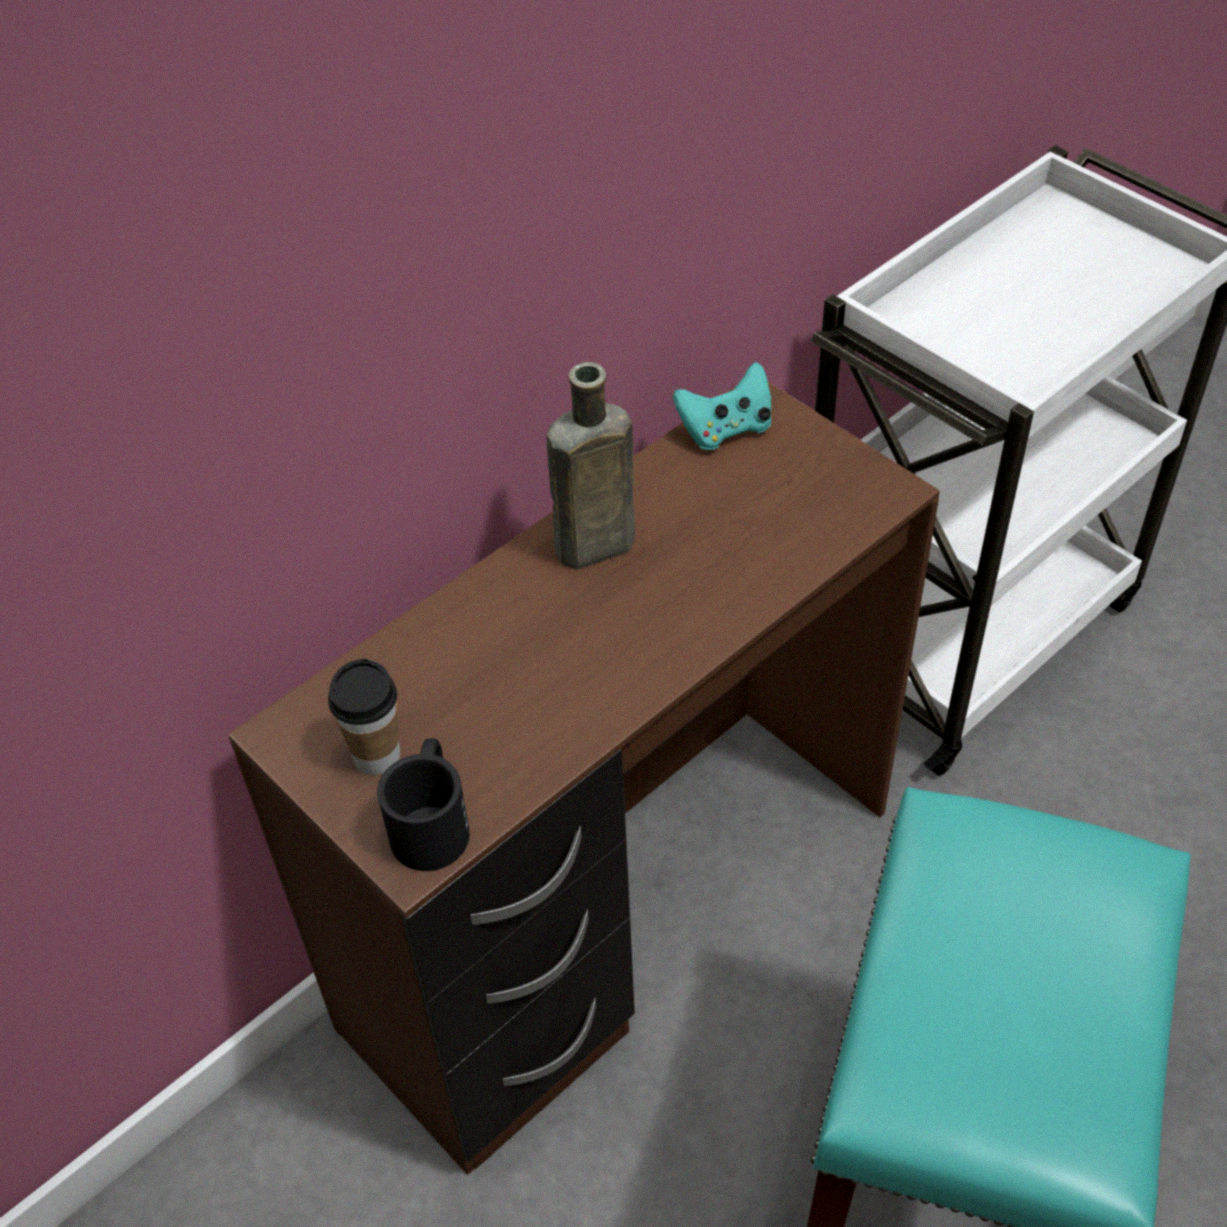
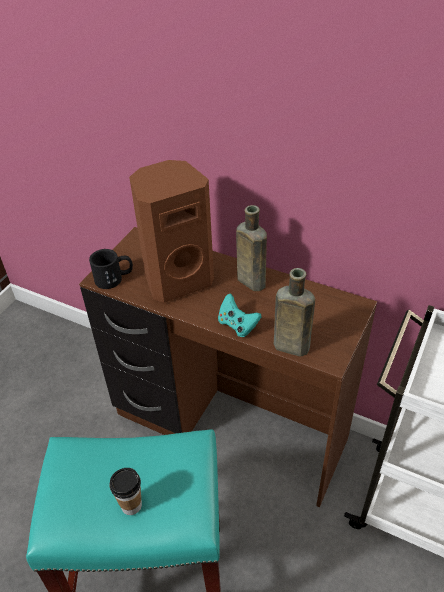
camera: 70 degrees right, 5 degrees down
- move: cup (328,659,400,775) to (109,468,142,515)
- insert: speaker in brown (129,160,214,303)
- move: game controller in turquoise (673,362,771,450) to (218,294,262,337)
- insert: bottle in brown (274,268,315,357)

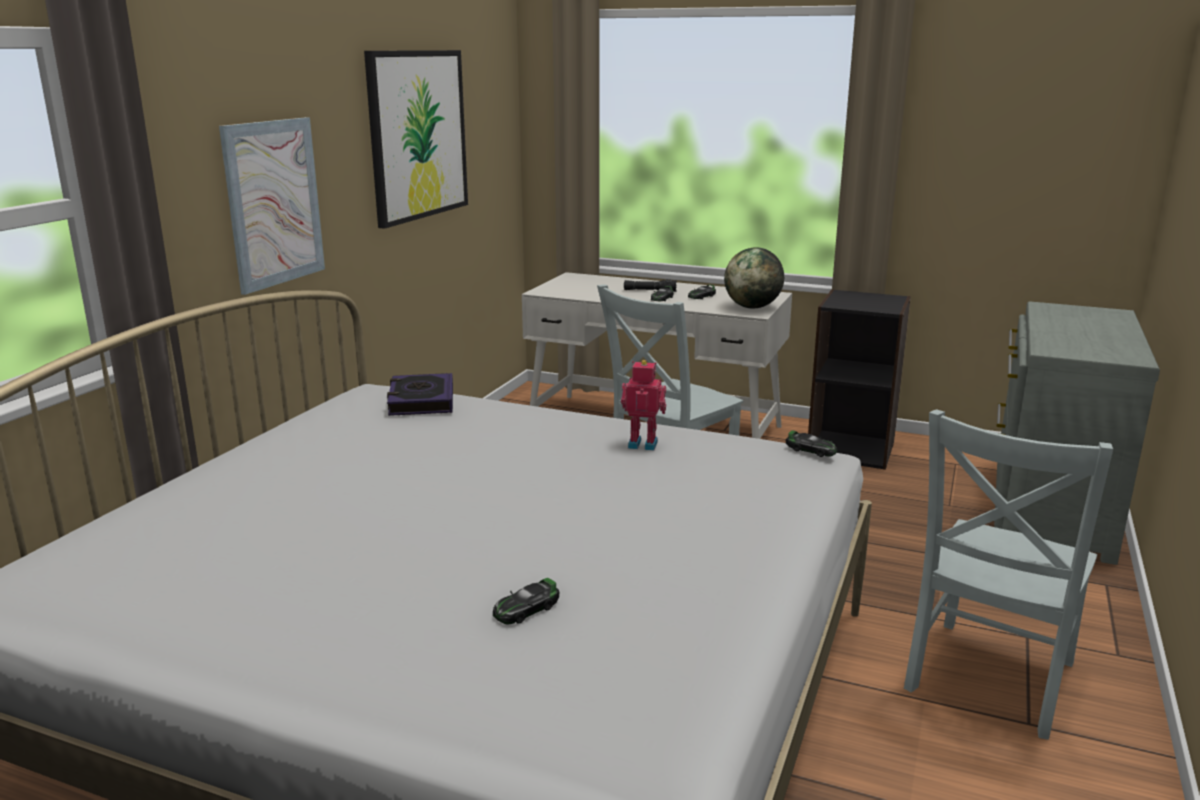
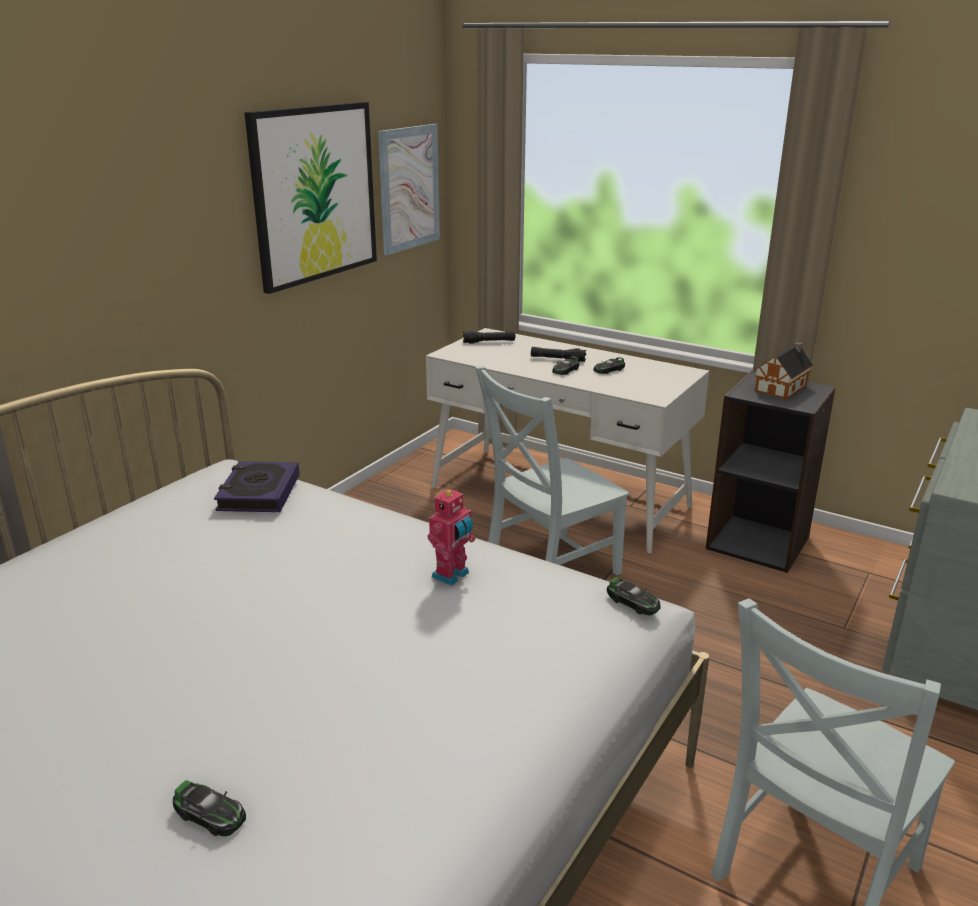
camera: 10 degrees right, 5 degrees up
- rotate: toy car (493,578,559,624) = (173,780,246,836) 120 degrees counterclockwise
- move: picture (219,117,325,295) to (378,124,440,255)
- rotate: toy robot (621,360,666,450) = (428,487,475,586) 105 degrees clockwise
- insert: flashlight in black (463,330,515,344)
- insert: toy house (754,342,813,399)
- delete: globe (724,247,784,308)

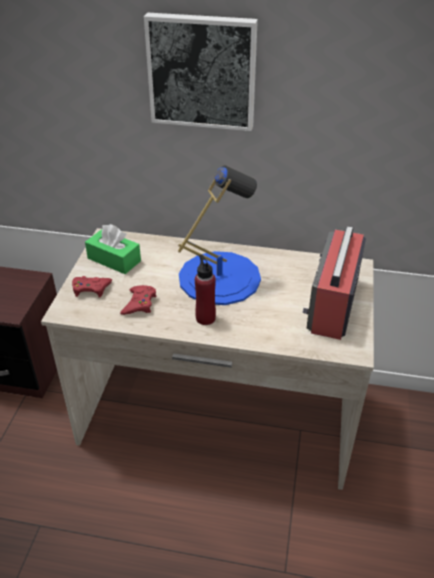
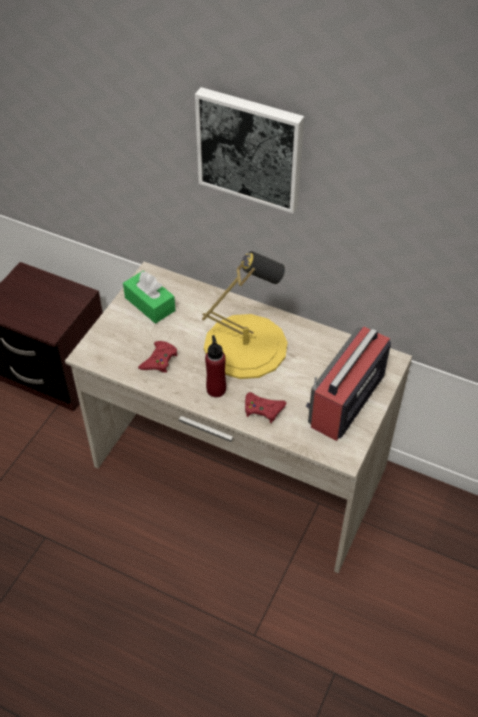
camera: 15 degrees right, 10 degrees up
- recolor: table lamp in blue (178,166,261,305) to table lamp in yellow (202,251,288,379)
- move: game controller in red (72,276,112,298) to (245,392,286,423)

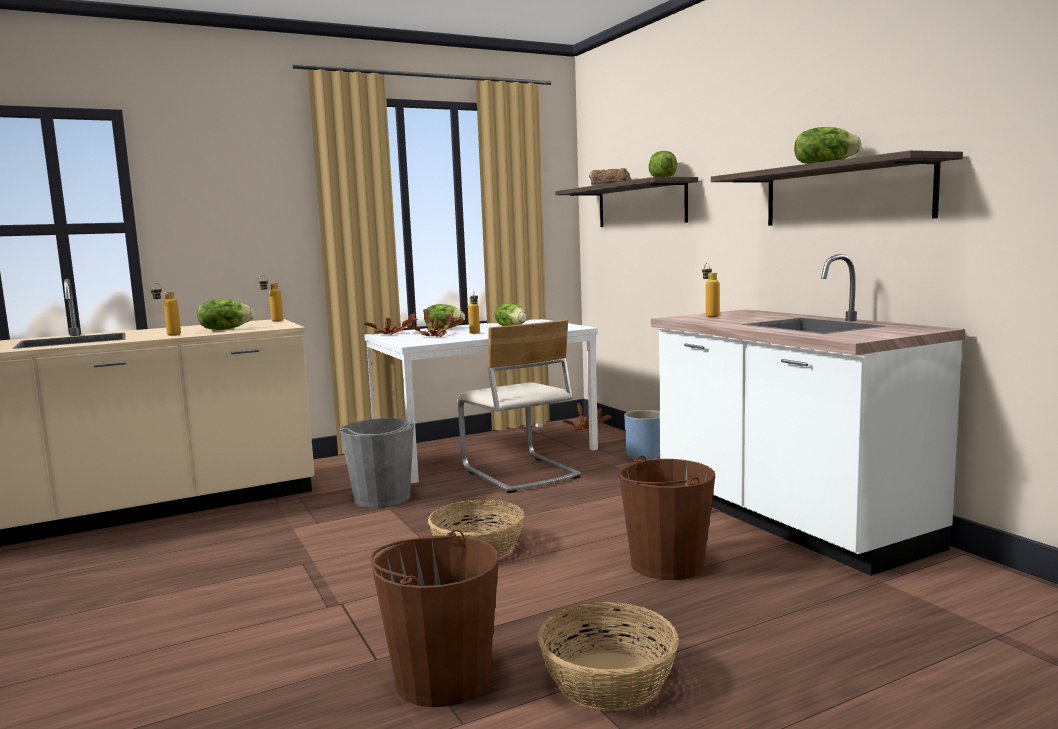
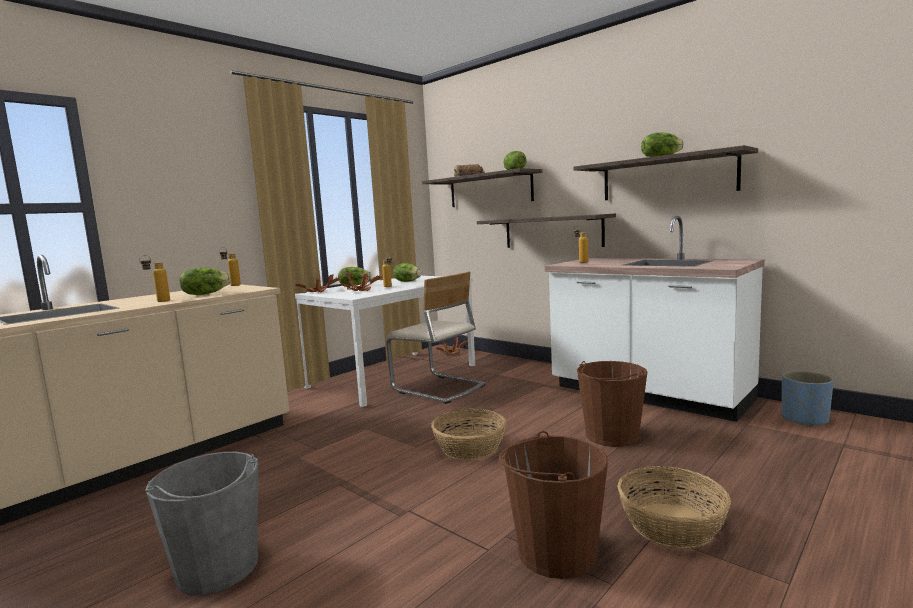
camera: 20 degrees left, 0 degrees up
- move: bucket in grey (340,418,414,508) to (145,452,259,595)
- insert: shelf (477,214,616,248)
- move: planter in blue (624,410,660,460) to (782,371,834,427)

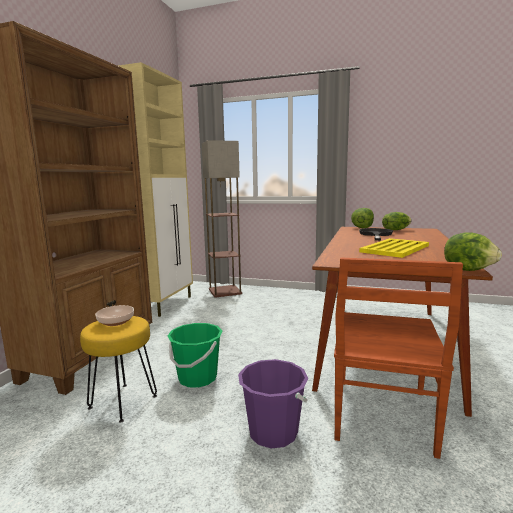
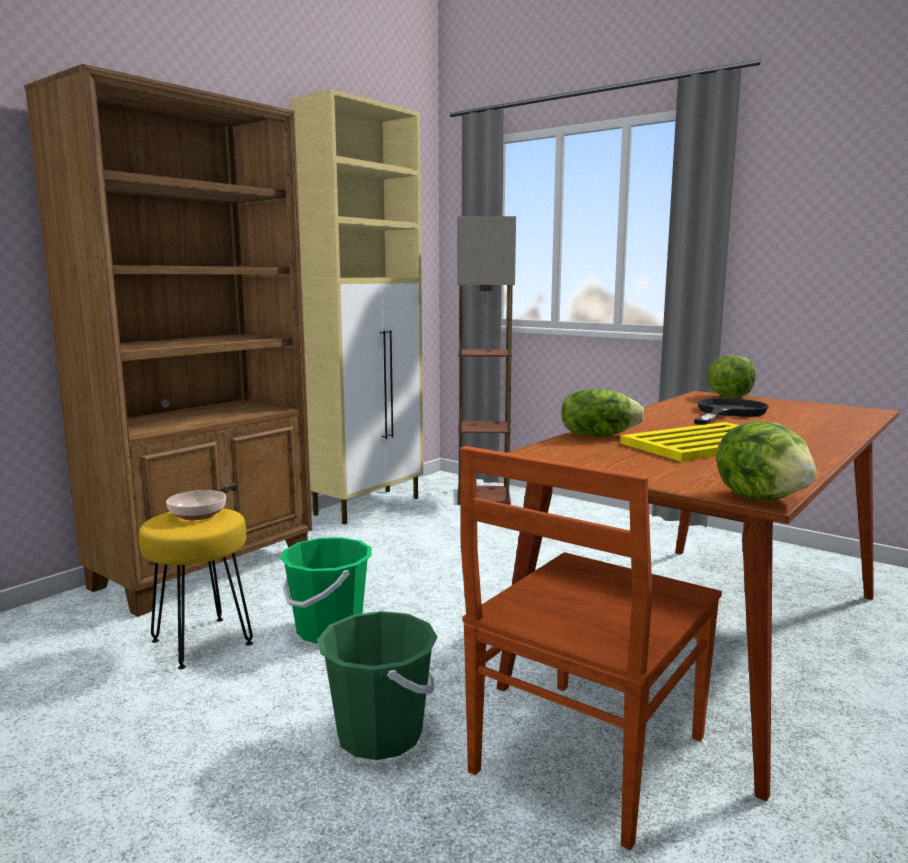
camera: 20 degrees right, 0 degrees up
- recolor: bucket in purple (238,359,308,449) to bucket in green (317,611,438,760)
- move: lettuce (382,212,412,230) to (561,389,644,436)

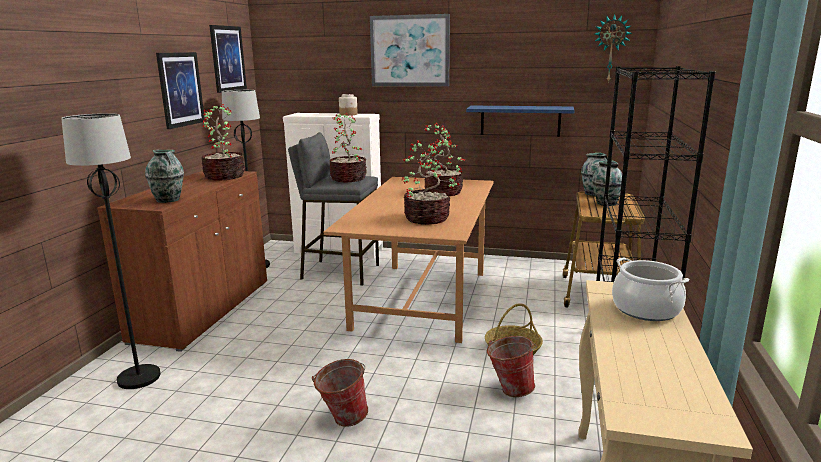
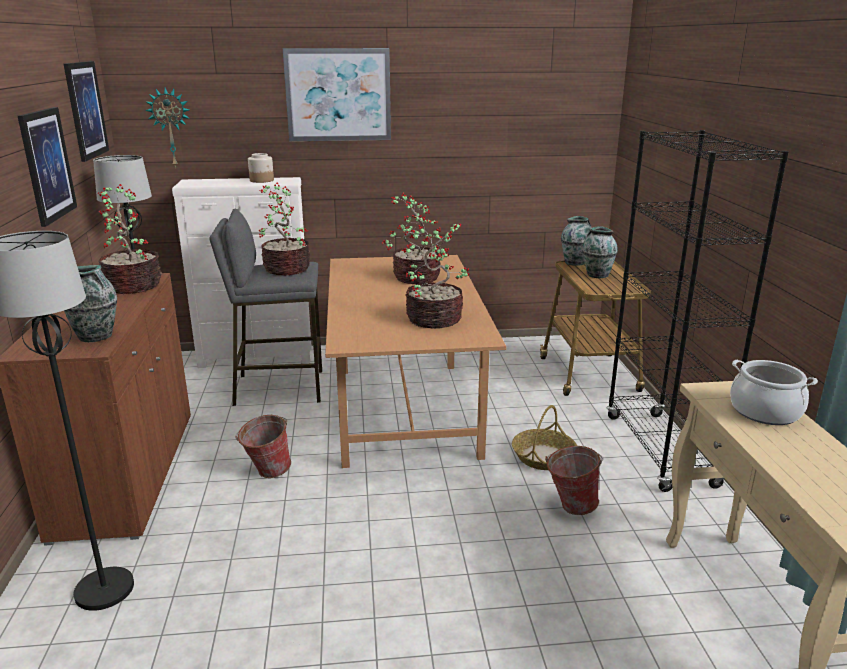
camera: 20 degrees left, 5 degrees up
- move: wall clock (595,14,632,82) to (145,88,190,169)
- move: bucket (312,359,368,427) to (235,415,291,478)
- delete: shelf in blue (466,106,575,137)

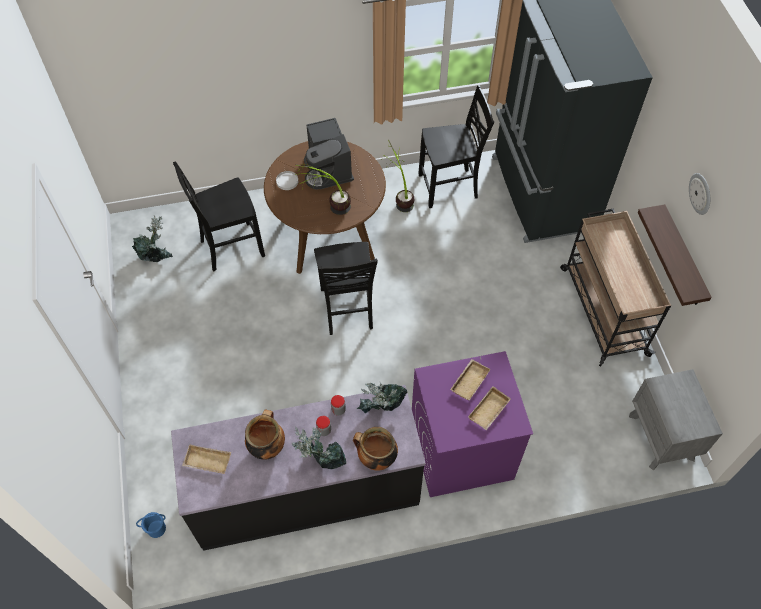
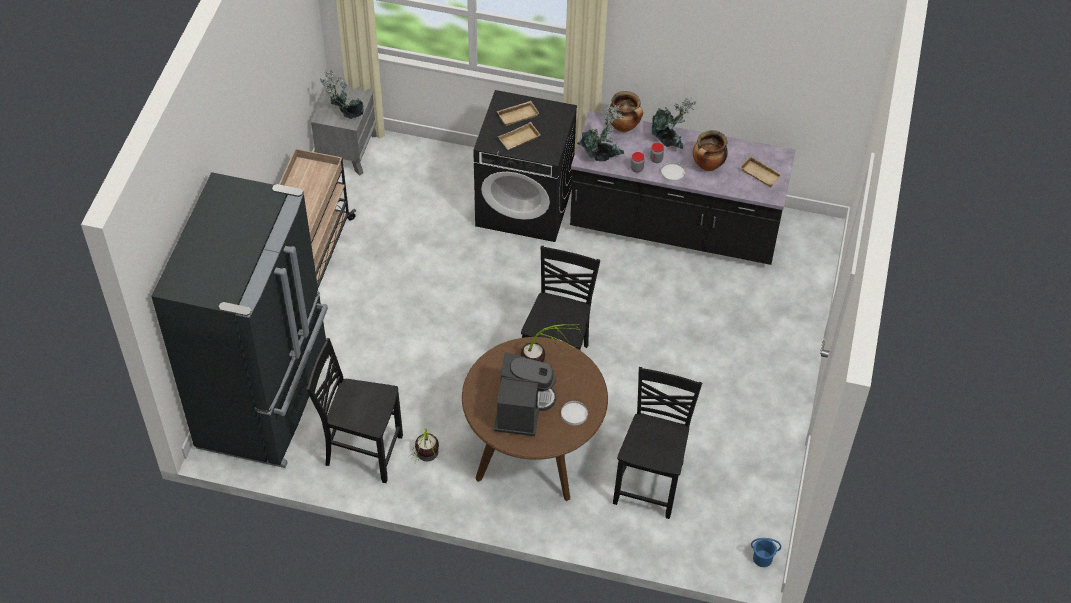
camera: 155 degrees left, 5 degrees down
- move: potted plant (132,215,173,262) to (320,70,364,119)
- recolor: washing machine in purple (412,351,533,497) to washing machine in black (473,90,577,242)
- rotate: chair in black (173,161,265,271) = (613,367,702,519) 75 degrees counterclockwise
- insert: plate in white (661,162,685,182)
- move: bucket in blue (136,512,166,538) to (751,538,781,567)
- delete: shelf (638,204,712,306)
- delete: wall clock (689,173,710,215)

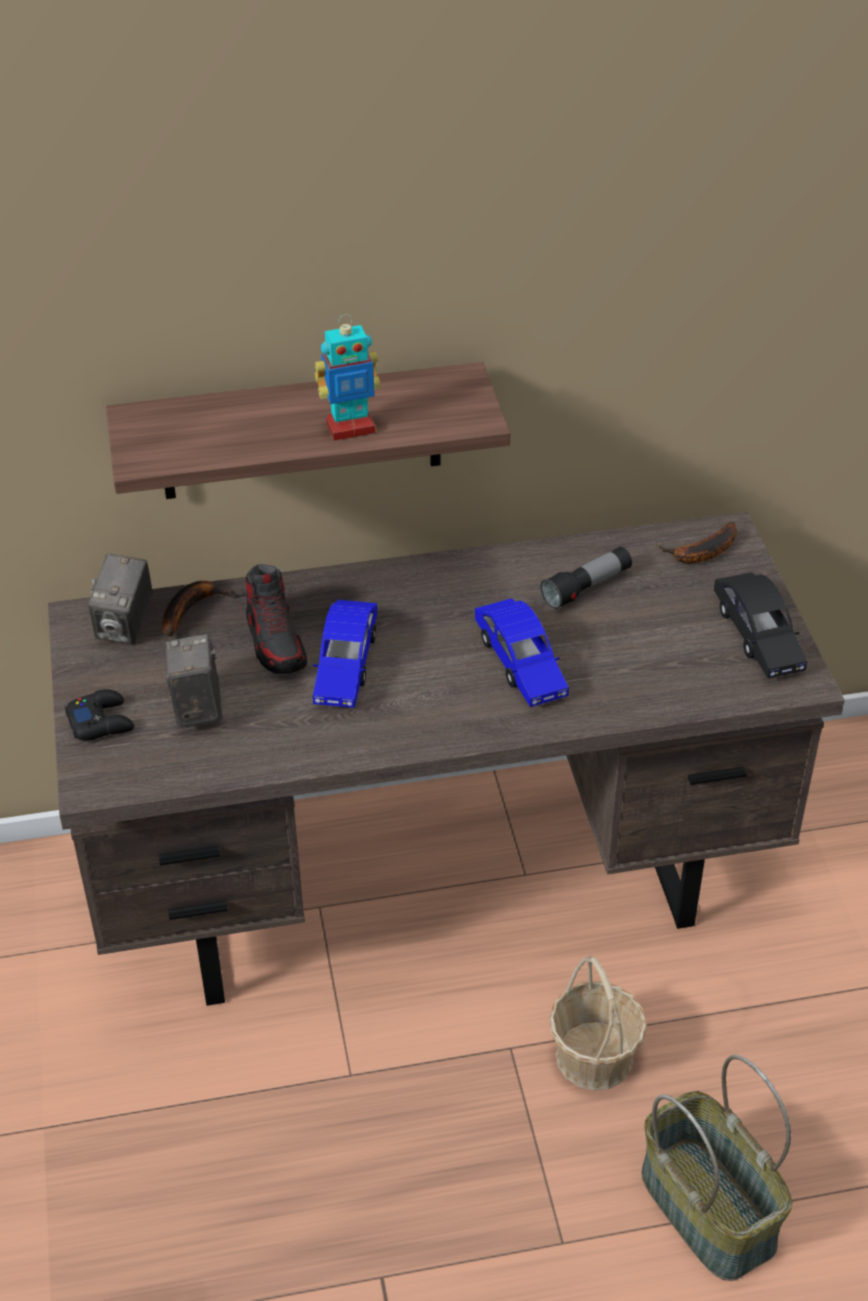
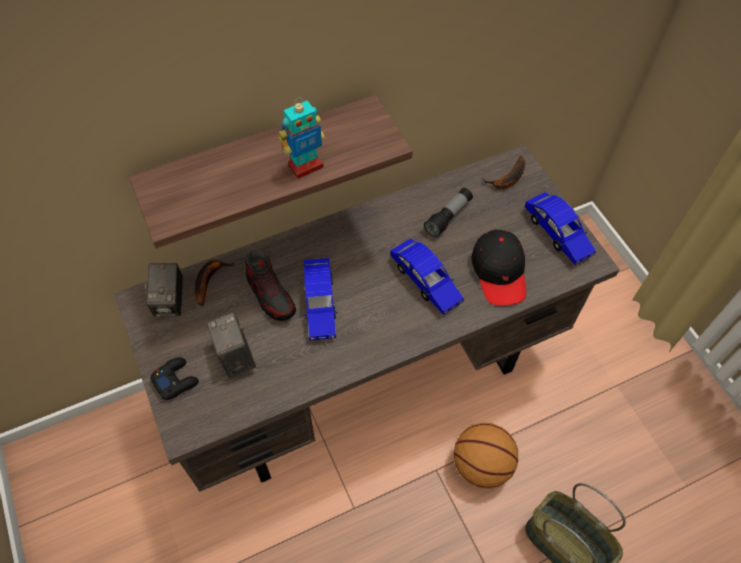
camera: 15 degrees left, 15 degrees up
- replace: basket (549,956,647,1090) to basketball (454,423,518,489)
- insert: cap in black (471,229,526,306)
- recolor: toy car in black (714,572,807,678) to toy car in blue (525,192,596,265)

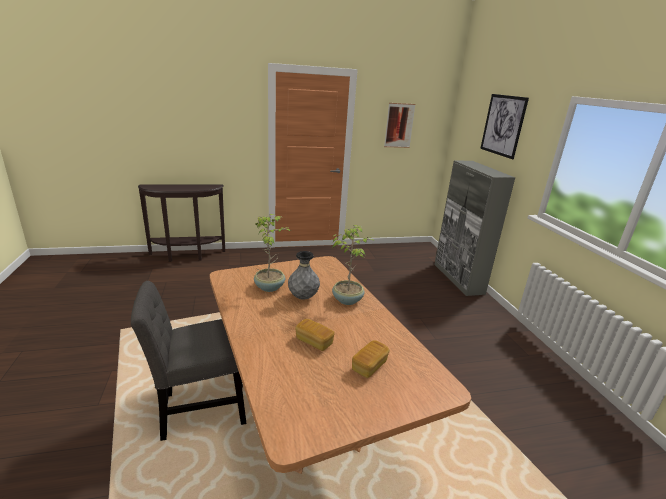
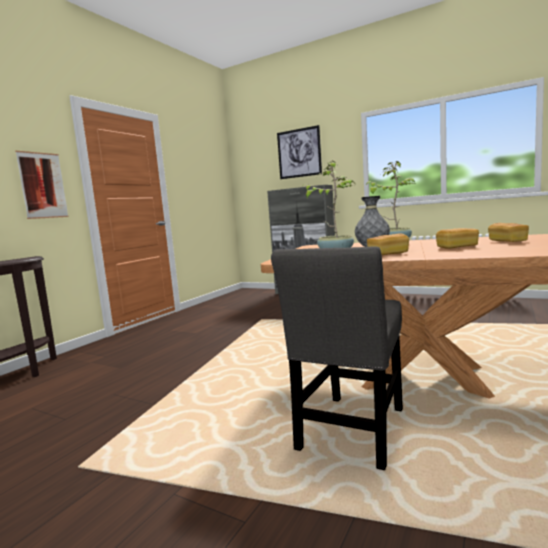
camera: 45 degrees left, 15 degrees down
- move: picture (384,103,416,148) to (15,151,69,219)
- insert: bread (367,233,409,255)

